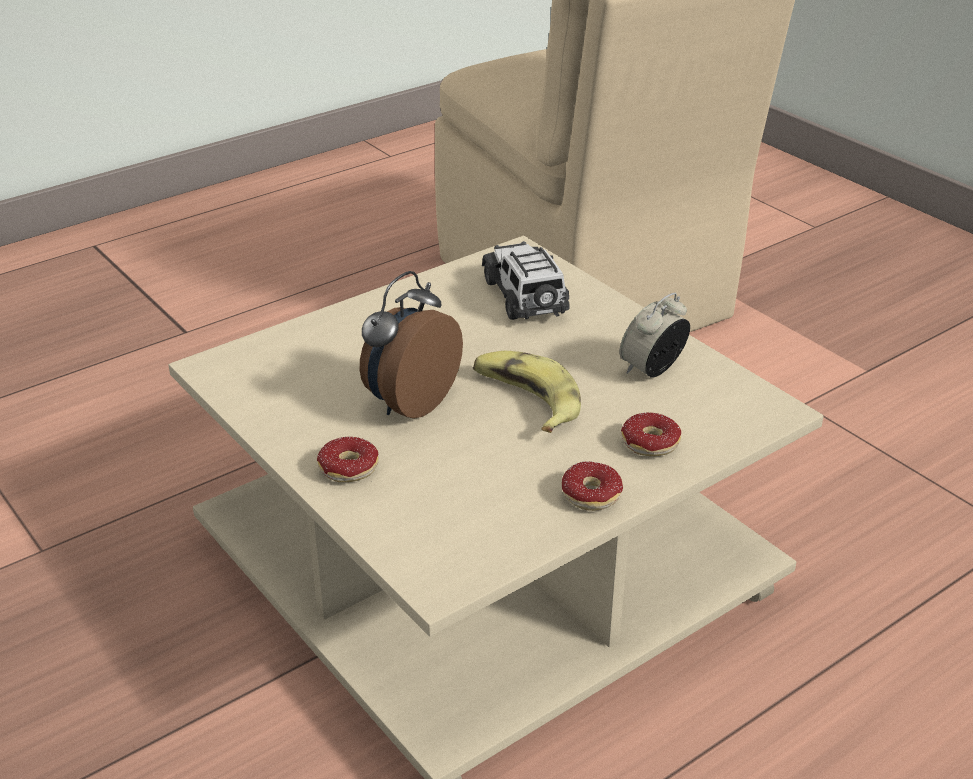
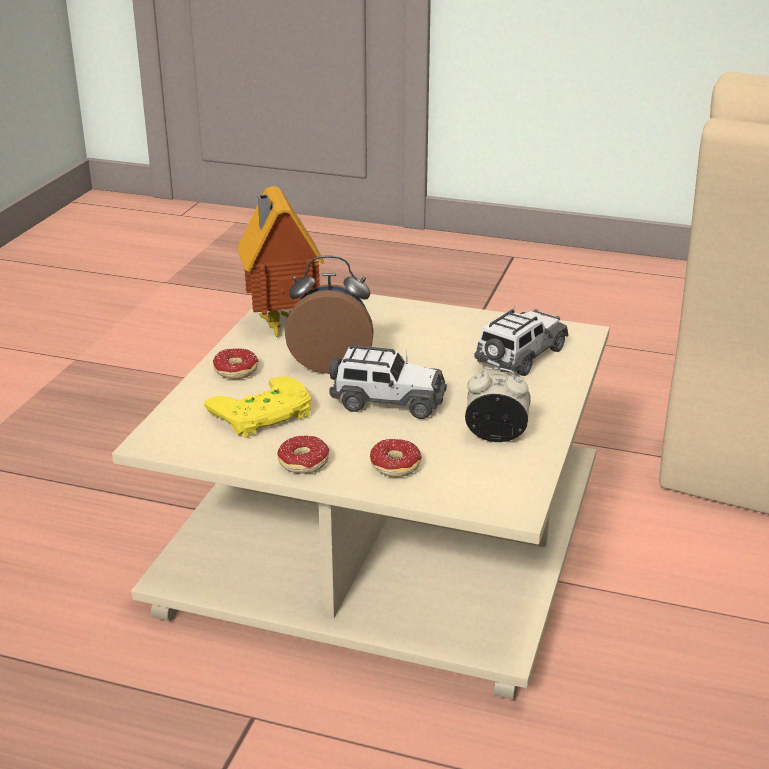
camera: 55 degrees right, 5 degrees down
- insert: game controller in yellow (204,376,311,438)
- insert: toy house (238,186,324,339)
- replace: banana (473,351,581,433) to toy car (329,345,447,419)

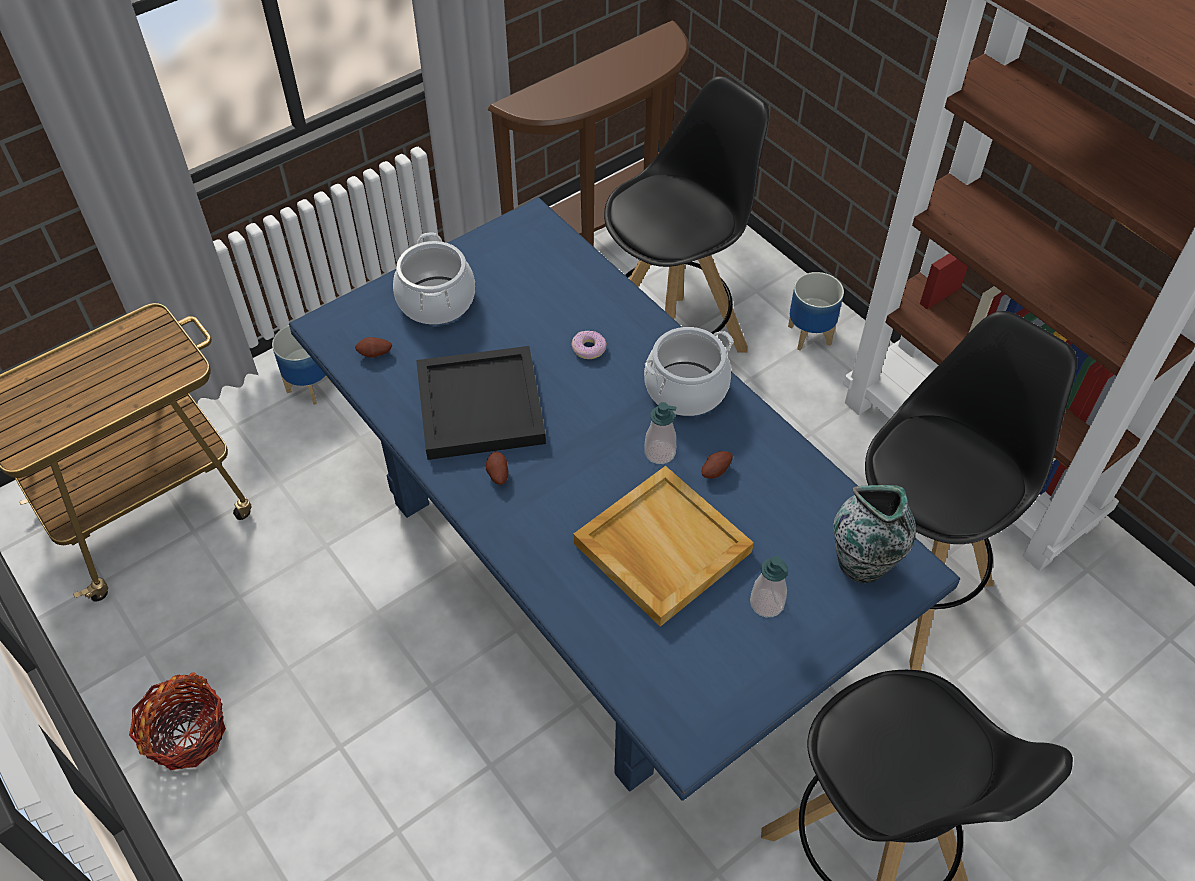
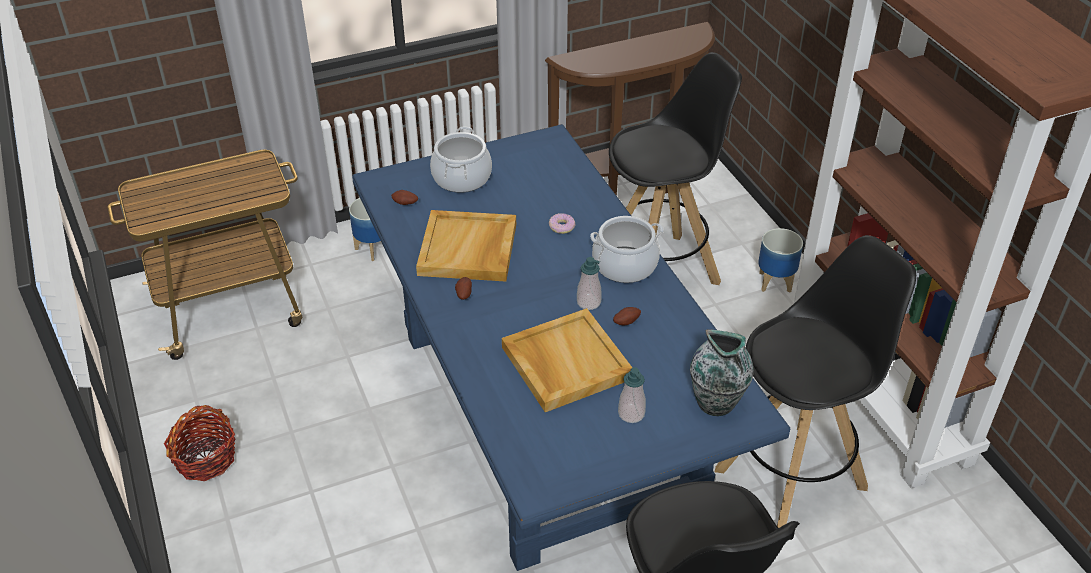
camera: 15 degrees right, 10 degrees down
- recolor: tray in black (416,346,546,460) to tray in beige (416,210,516,282)

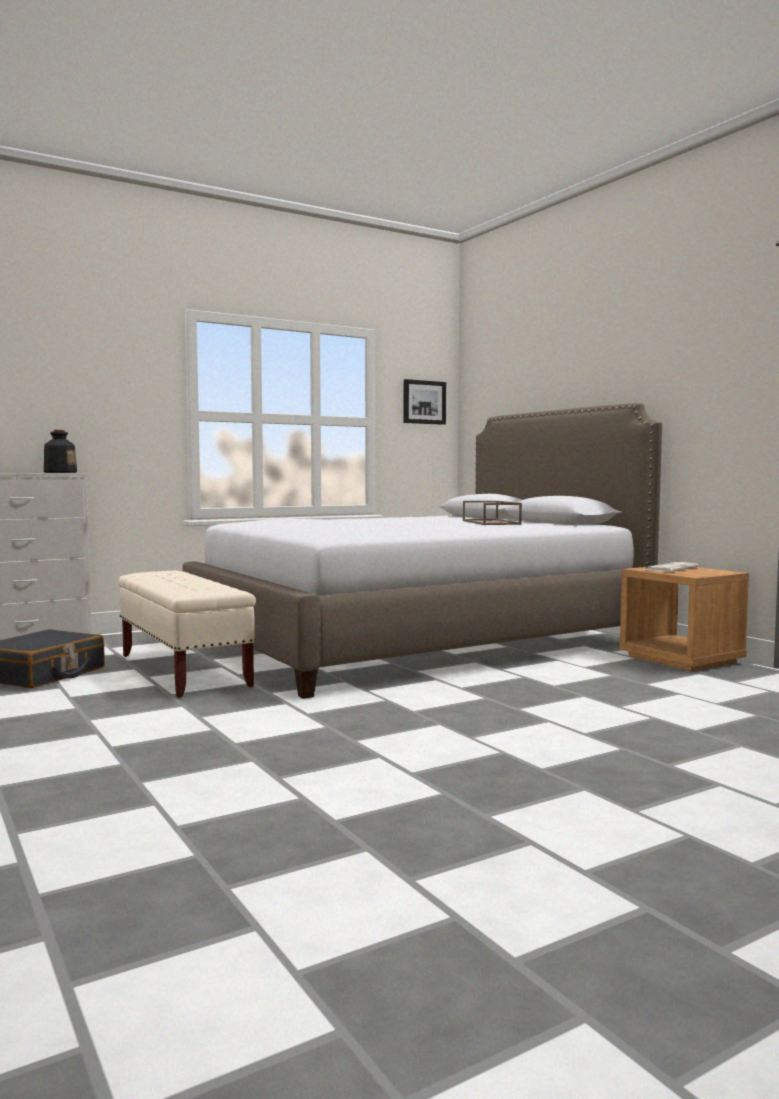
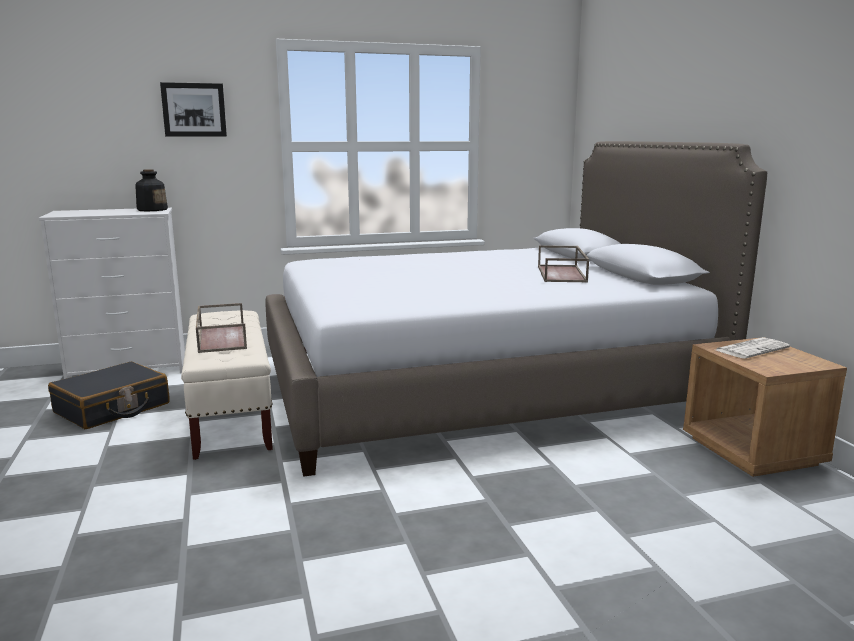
camera: 15 degrees right, 10 degrees up
- move: picture (404,379,446,425) to (160,82,227,137)
- insert: tray in brown (196,303,247,353)

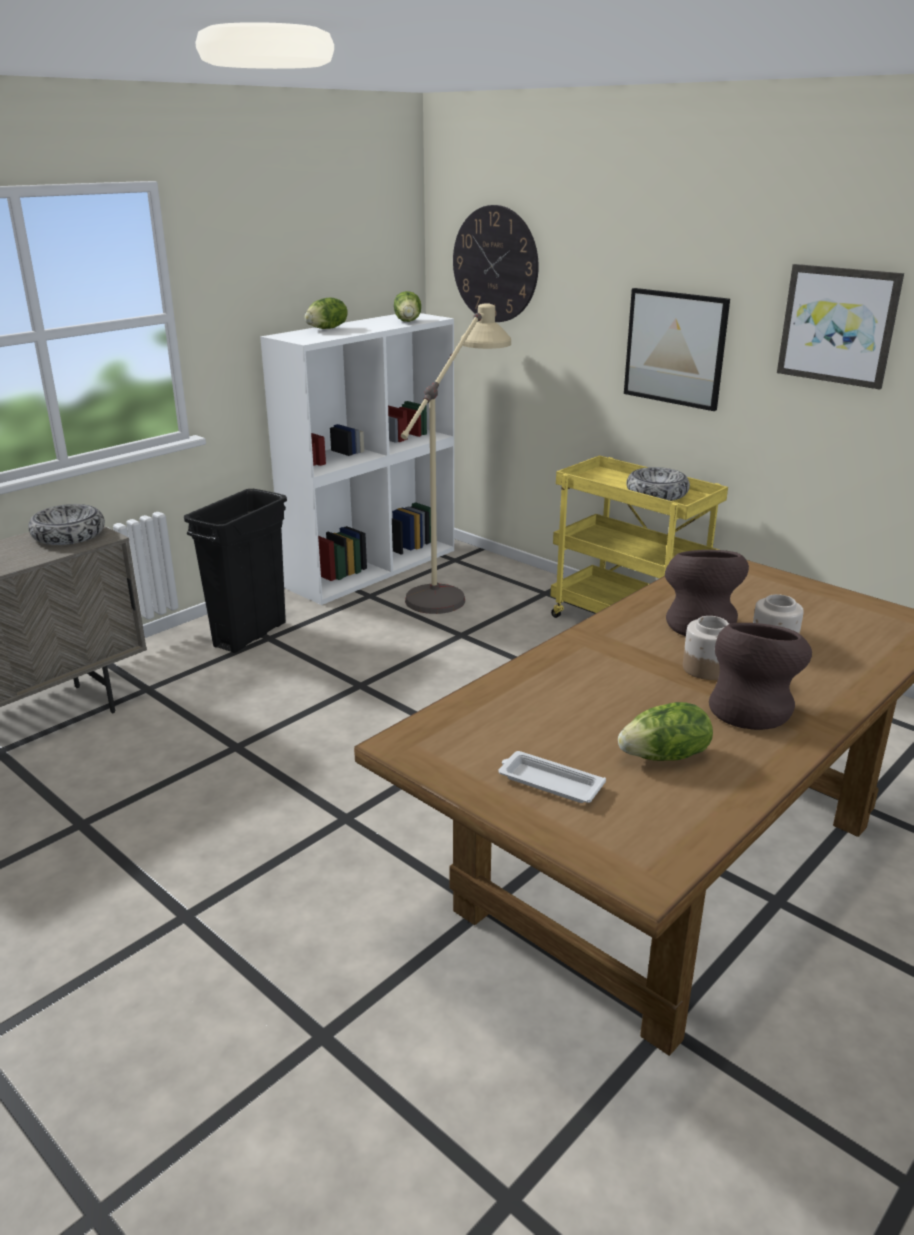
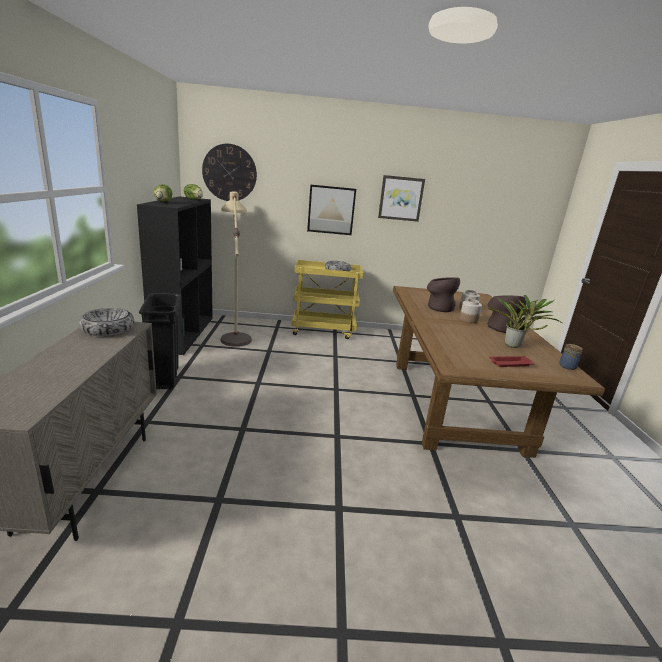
camera: 45 degrees left, 5 degrees down
- recolor: bookcase in white (260,313,454,605) to bookcase in black (137,196,213,355)
- replace: lettuce (618,702,713,761) to potted plant (488,295,563,348)
- recolor: tray in white (498,751,606,803) to tray in red (489,356,535,367)
- insert: jar (559,344,583,370)

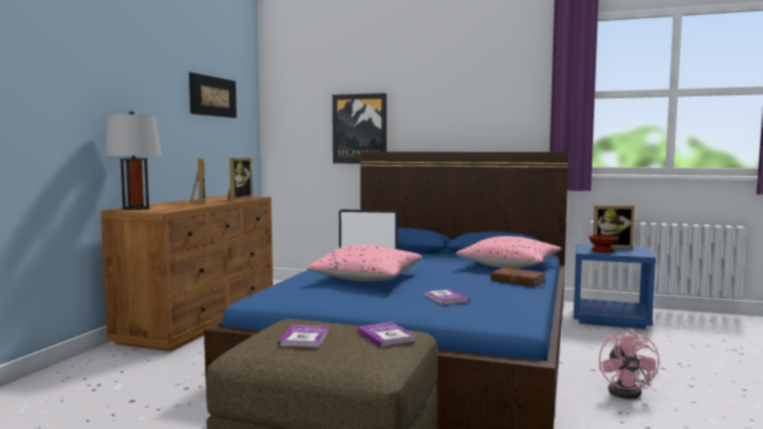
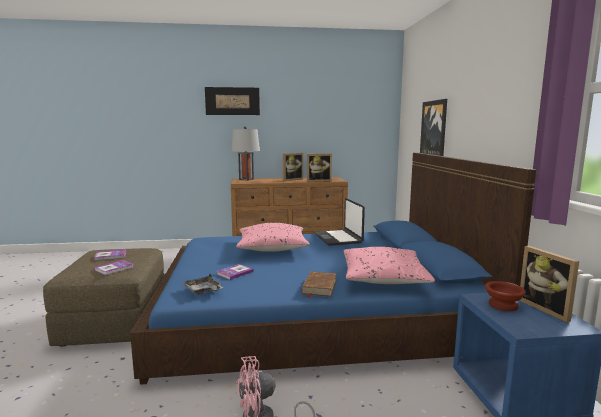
camera: 65 degrees right, 5 degrees up
- insert: tray in grey (183,273,223,295)
- move: picture (189,72,237,118) to (205,87,260,115)

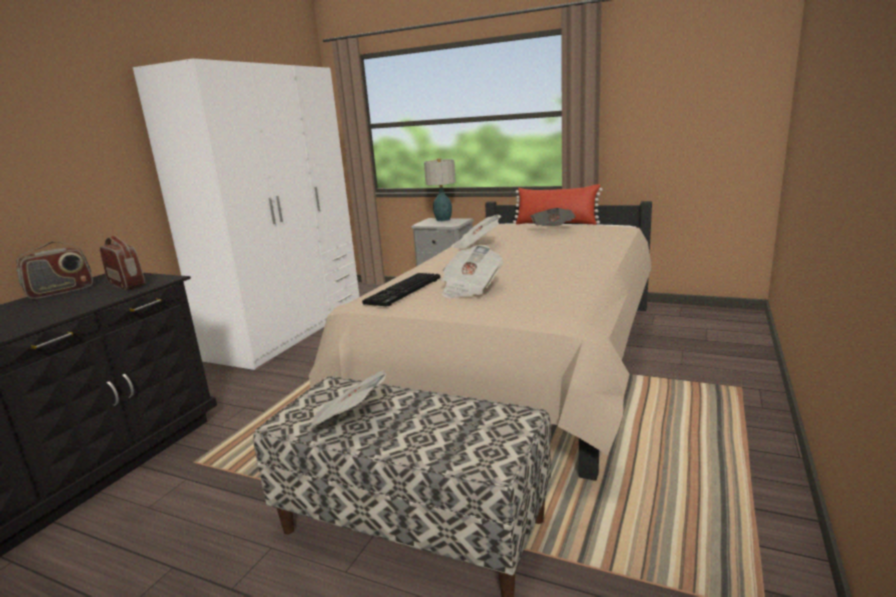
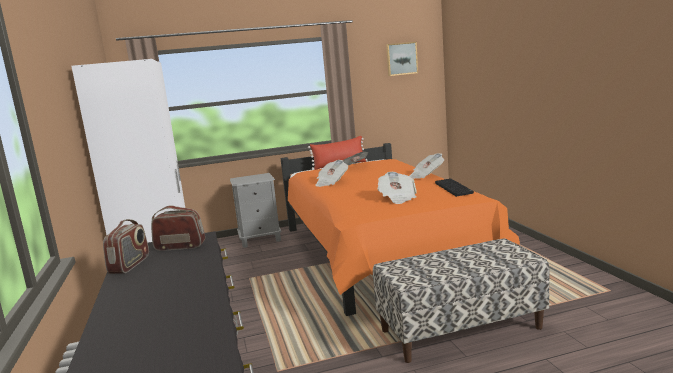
camera: 40 degrees left, 5 degrees down
- recolor: bed in beige (309,201,652,481) to bed in orange (281,143,520,316)
- insert: picture (386,42,418,76)
- move: newspaper (308,369,387,428) to (409,153,444,179)
- move: keyboard (362,273,441,306) to (435,178,474,197)
- delete: table lamp (424,158,456,221)

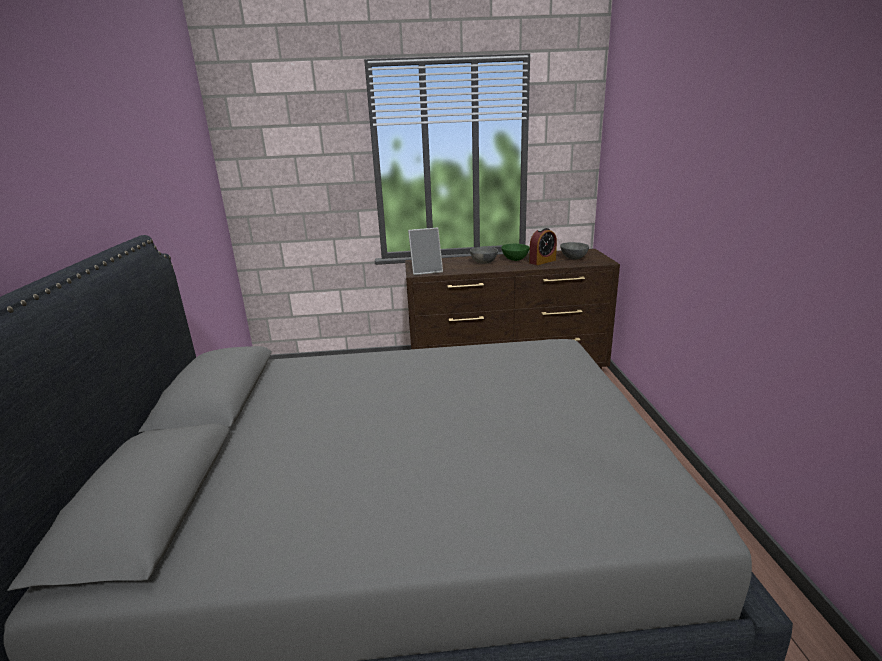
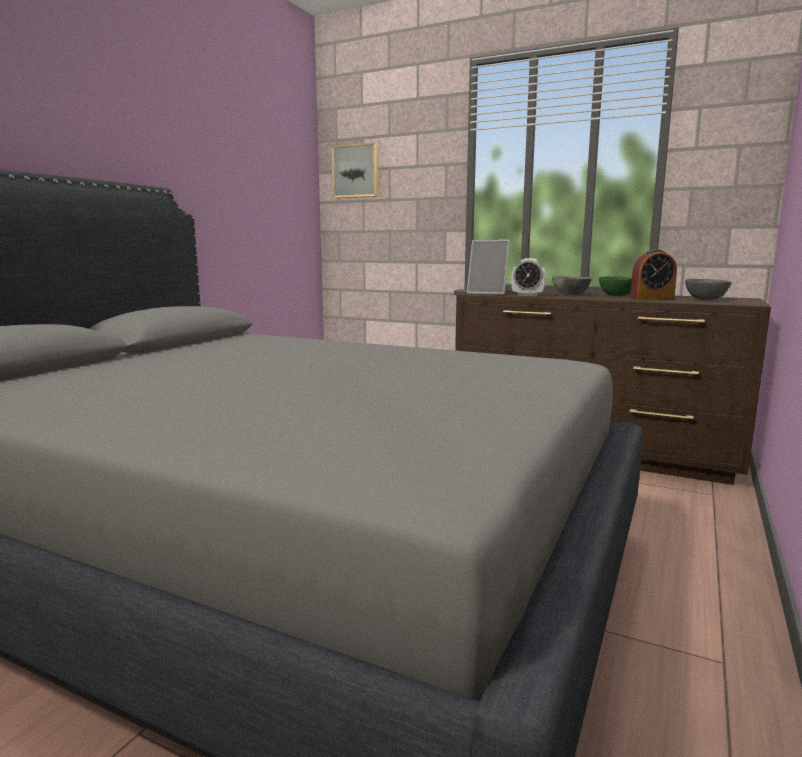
camera: 30 degrees right, 10 degrees down
- insert: picture (332,142,379,198)
- insert: alarm clock (511,258,546,296)

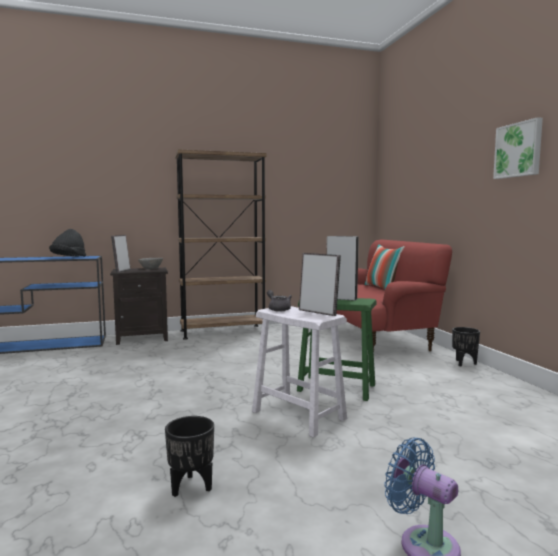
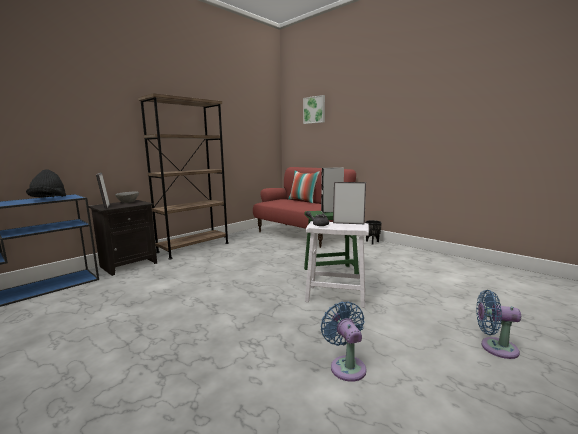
camera: 30 degrees left, 5 degrees up
- move: picture (493,117,543,179) to (303,95,325,124)
- replace: planter in black (165,416,214,497) to fan in blue (321,302,367,382)

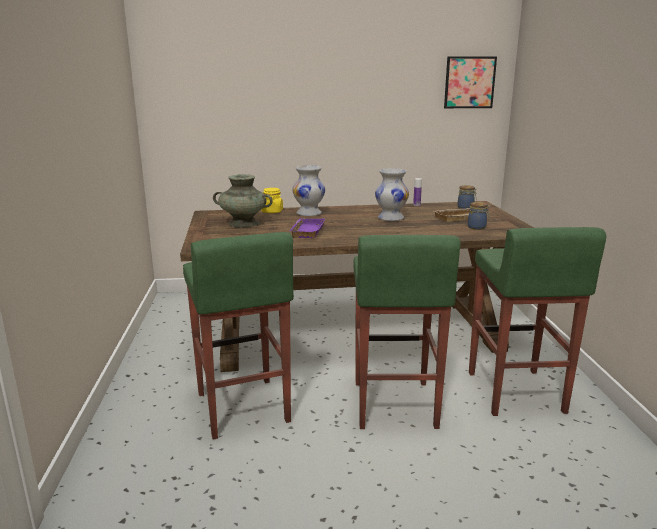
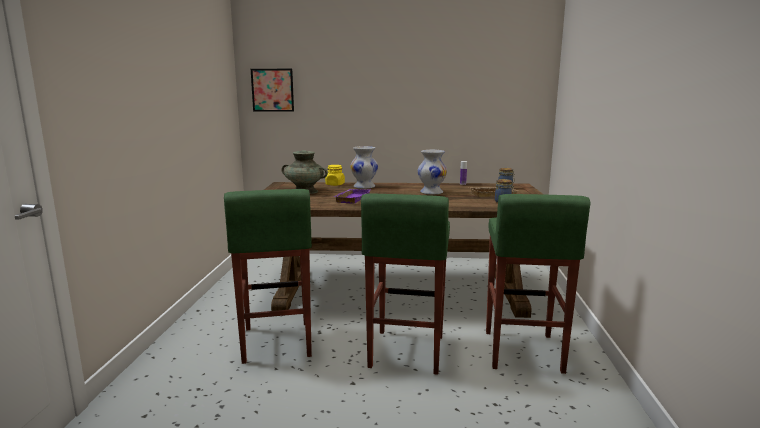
camera: 10 degrees right, 5 degrees down
- move: picture (444,56,497,108) to (251,69,294,112)

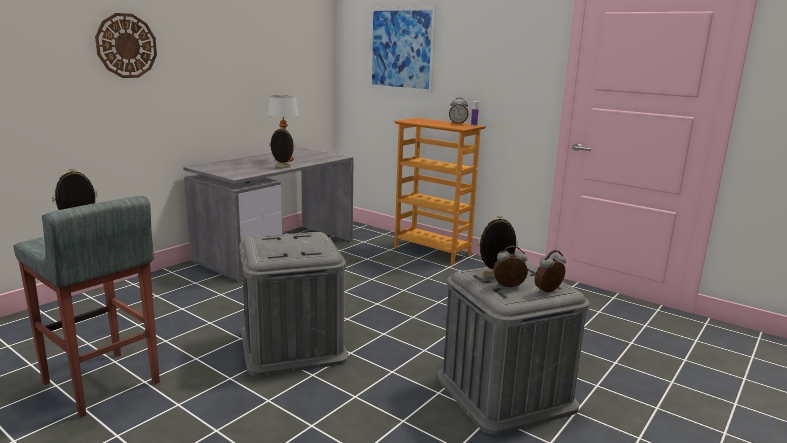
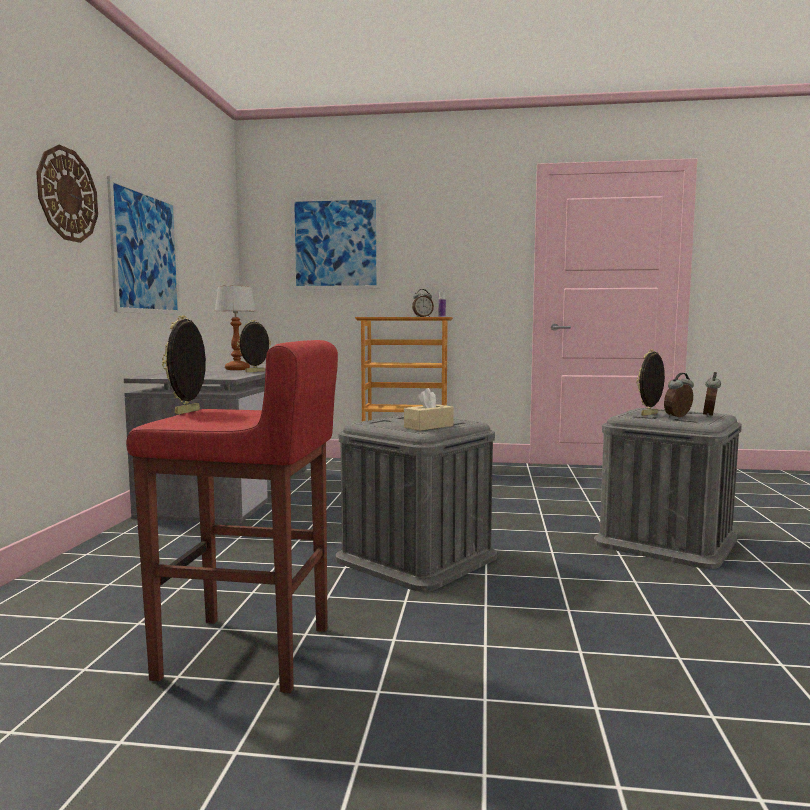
camera: 30 degrees left, 10 degrees down
- insert: picture (107,176,180,315)
- recolor: stool in grey (14,196,160,418) to stool in red (126,340,338,693)
- insert: tissue box in beige (404,388,454,431)

